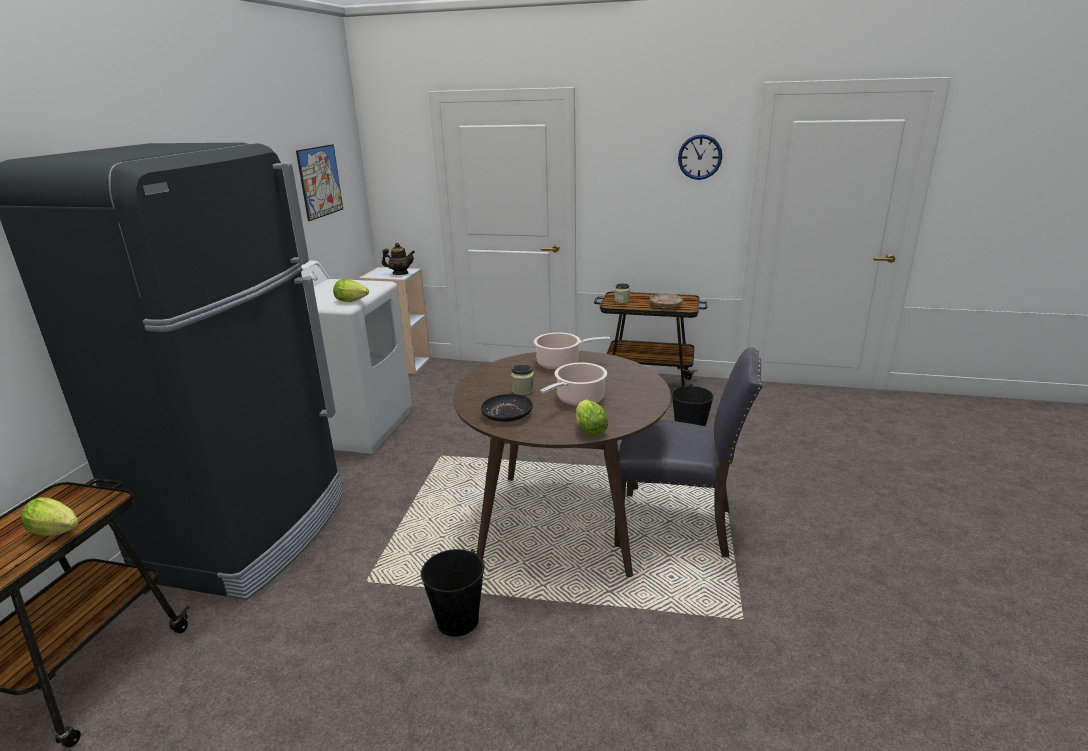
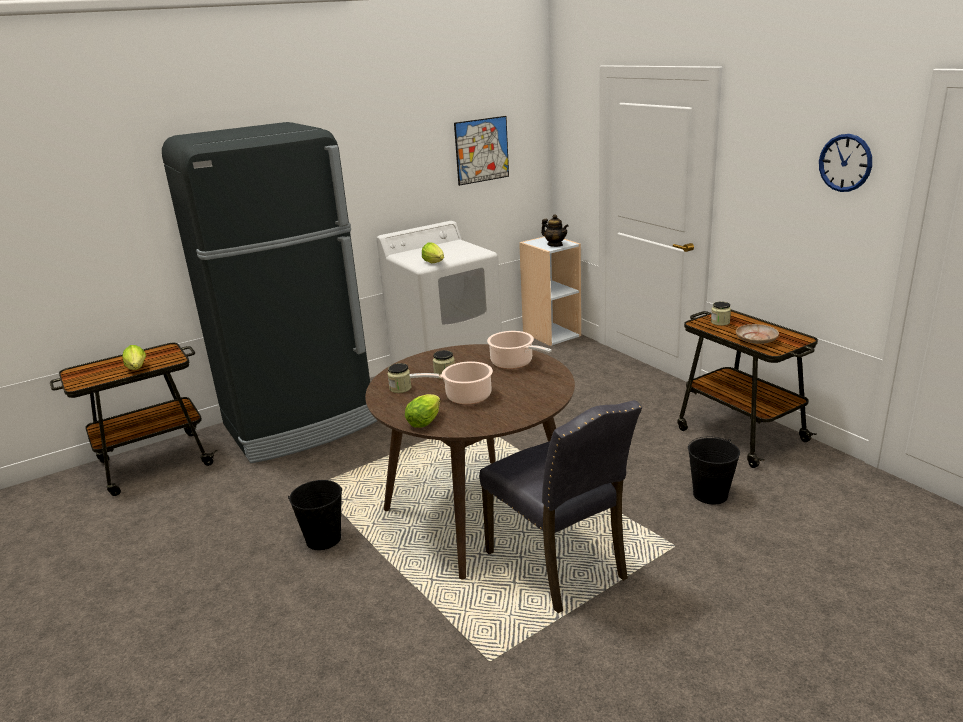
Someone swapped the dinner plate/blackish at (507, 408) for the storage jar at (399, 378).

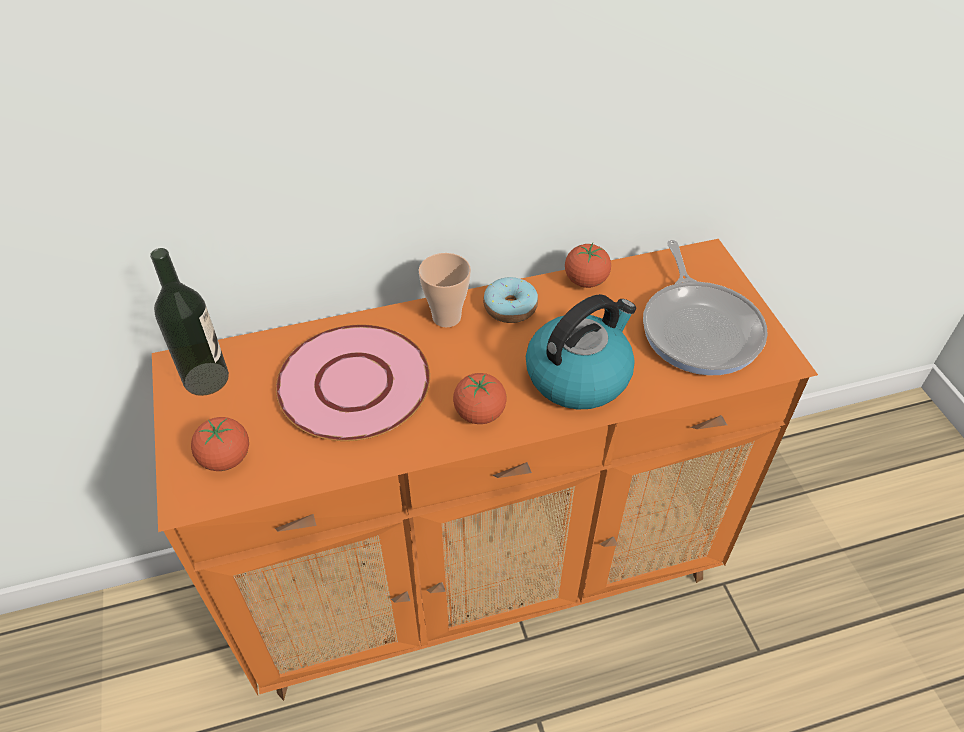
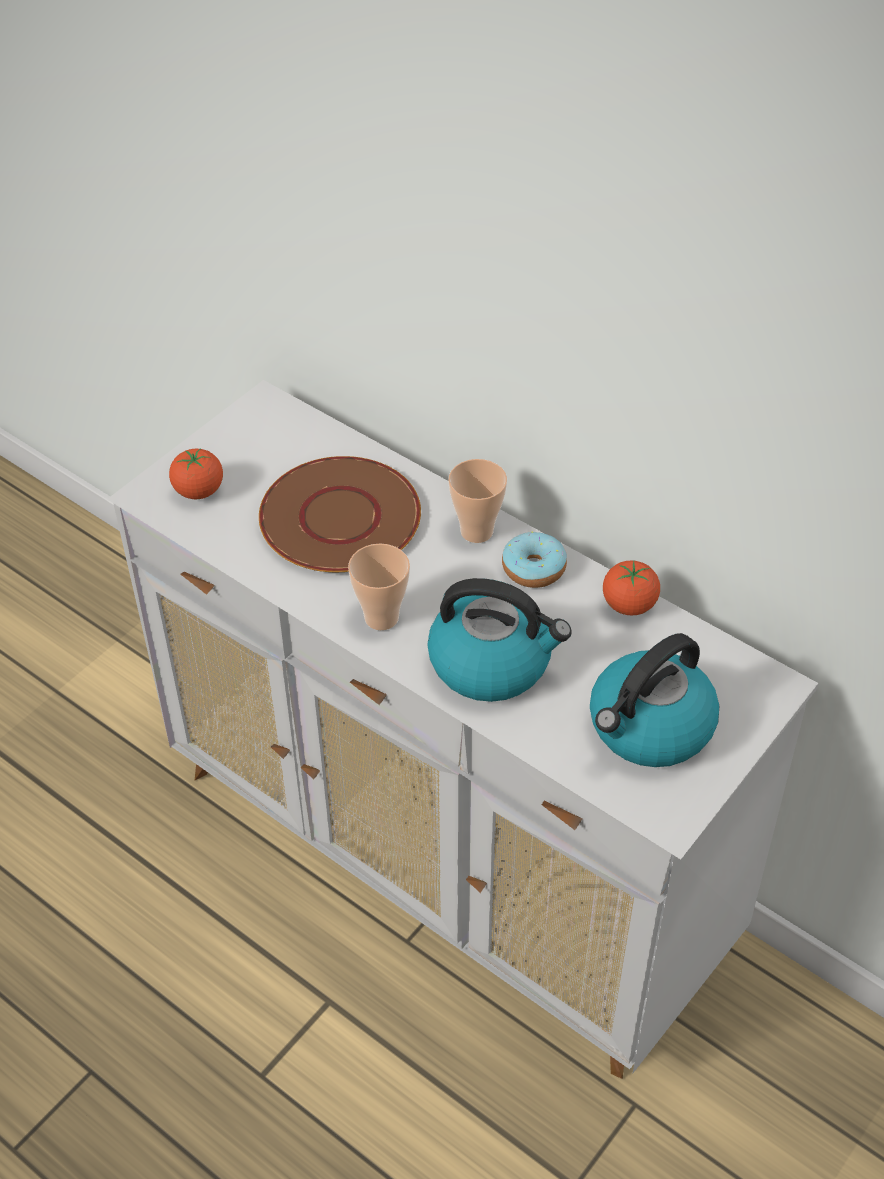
Someone repainted the cupboard/orangey at (485, 470), which became the cupboard/whitish at (462, 729).
Someone swapped the frying pan at (705, 307) for the kettle at (654, 700).
Someone took away the drink bottle at (189, 322).
Someone repainted the dinner plate/pink at (353, 383), which became the dinner plate/brownish at (340, 514).
Someone swapped the tomato at (480, 398) for the small cup at (379, 587).

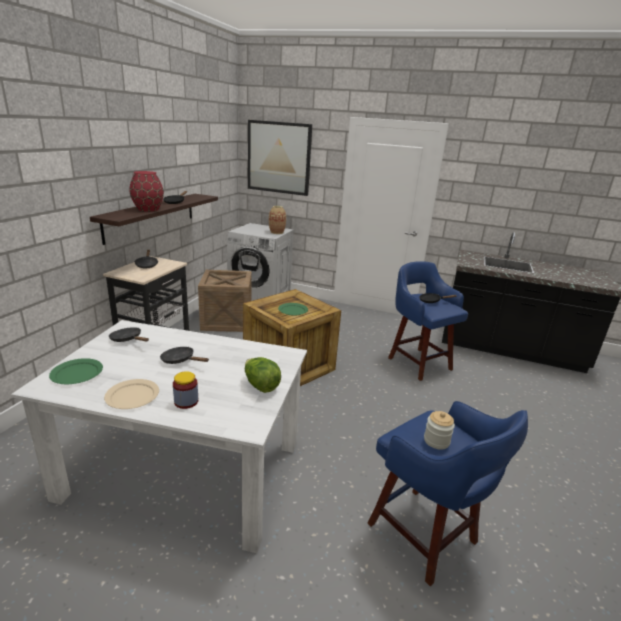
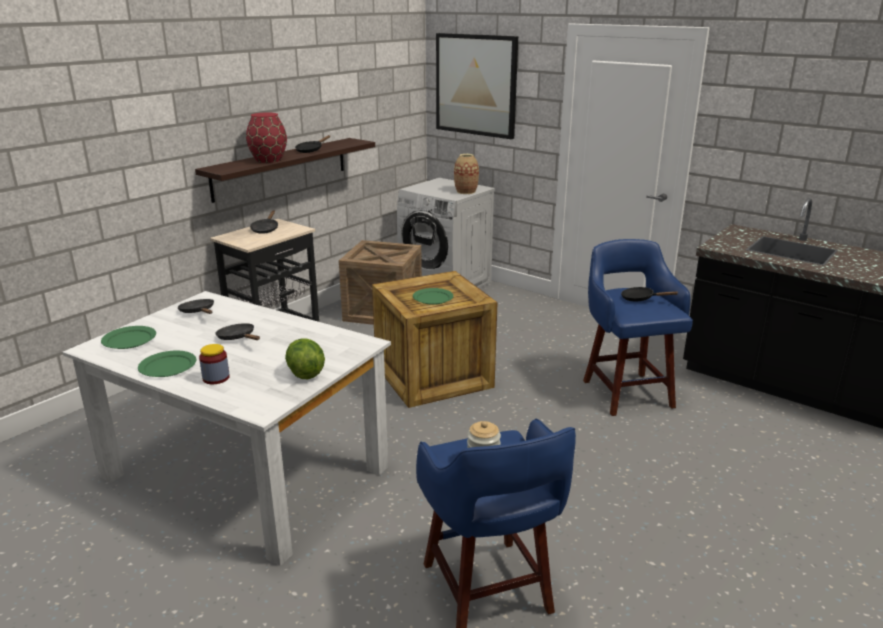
Someone repainted the dinner plate/beige at (131, 394), which became the dinner plate/green at (167, 364).

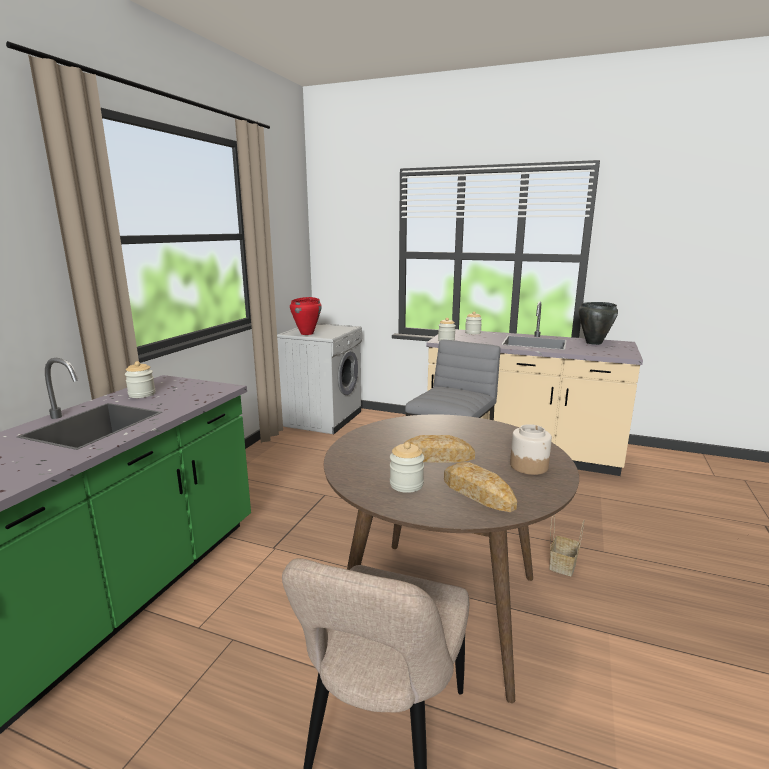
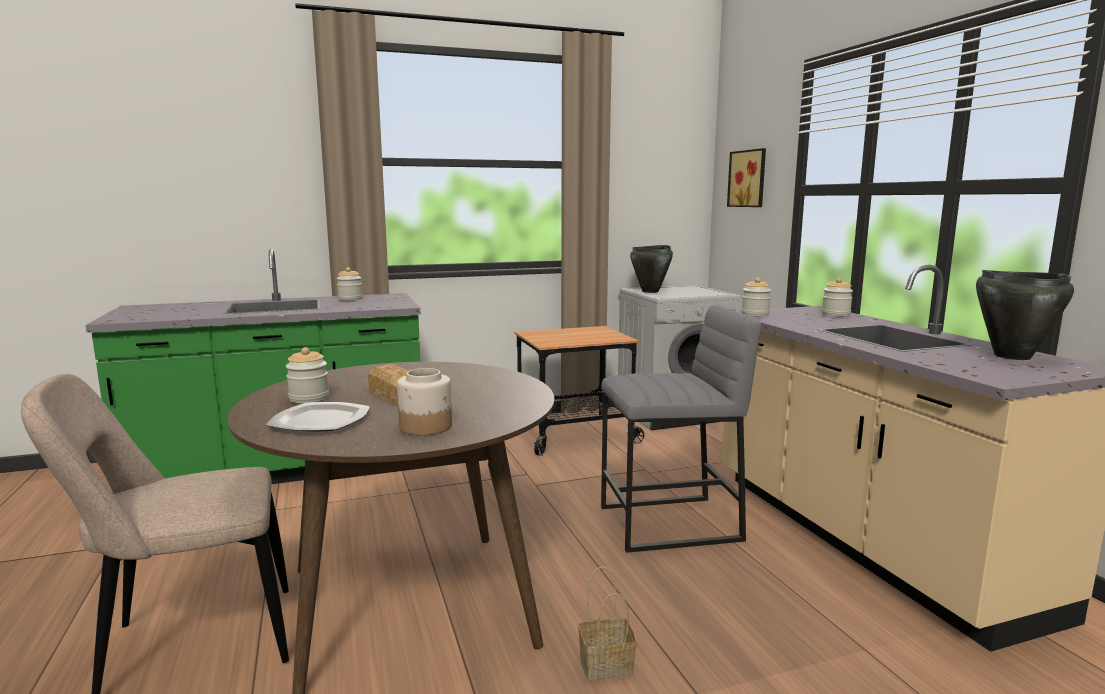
Someone repainted the stockpot/reddish at (306, 316), which became the stockpot/blackish at (651, 269).
Someone swapped the bakery bread at (480, 487) for the dinner plate at (318, 416).
Someone put up the wall picture at (746, 177).
Someone put down the trolley at (579, 391).

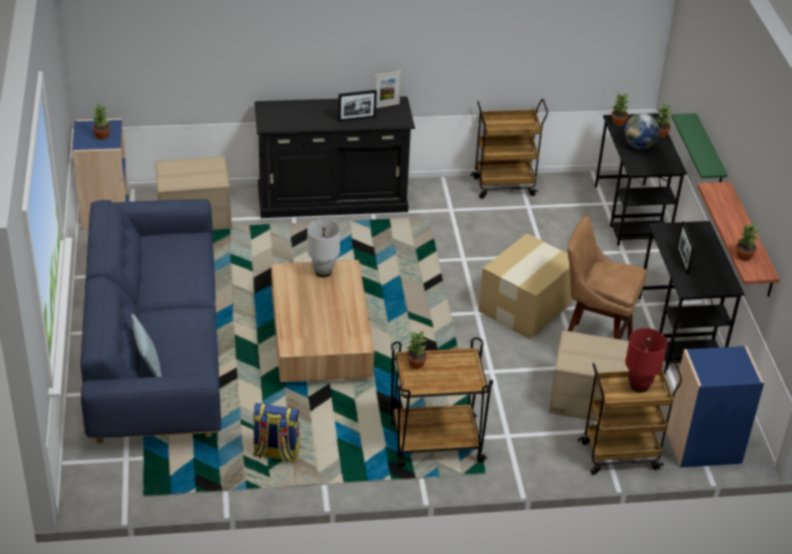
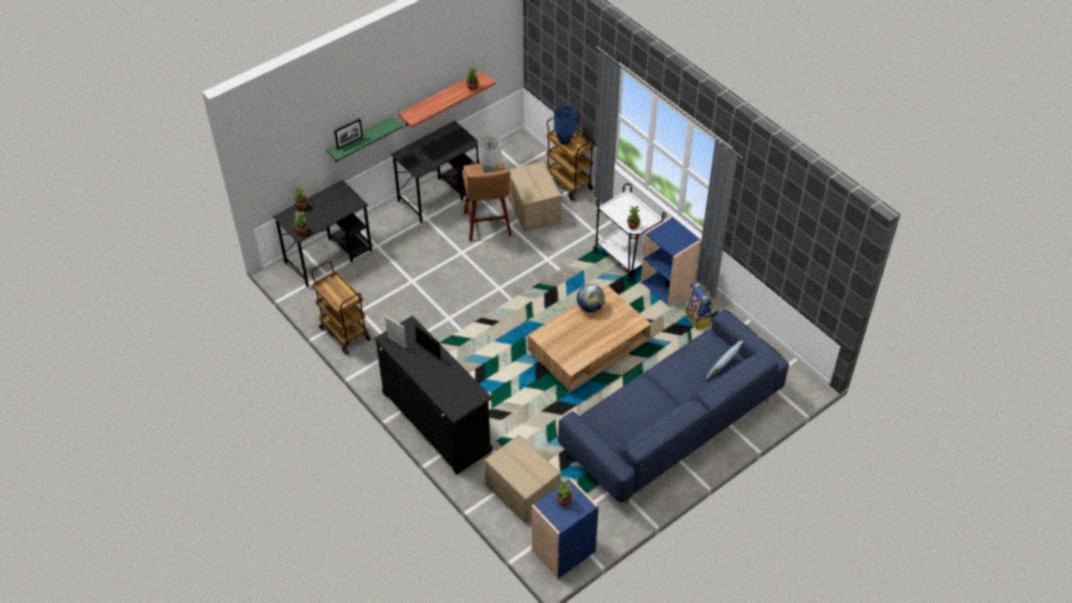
Someone carried the globe from (642, 131) to (591, 298).
Someone carried the lamp for a table/whitish from (323, 248) to (490, 154).
Someone carried the picture frame from (686, 247) to (348, 133).
Someone took away the carton at (526, 286).
Someone repainted the lamp for a table/reddish at (646, 360), which became the lamp for a table/blue-coloured at (565, 125).
Someone repainted the trolley/brownish at (441, 402), which became the trolley/whitish at (629, 232).
Someone carried the bookshelf/blue-coloured from (715, 407) to (671, 261).

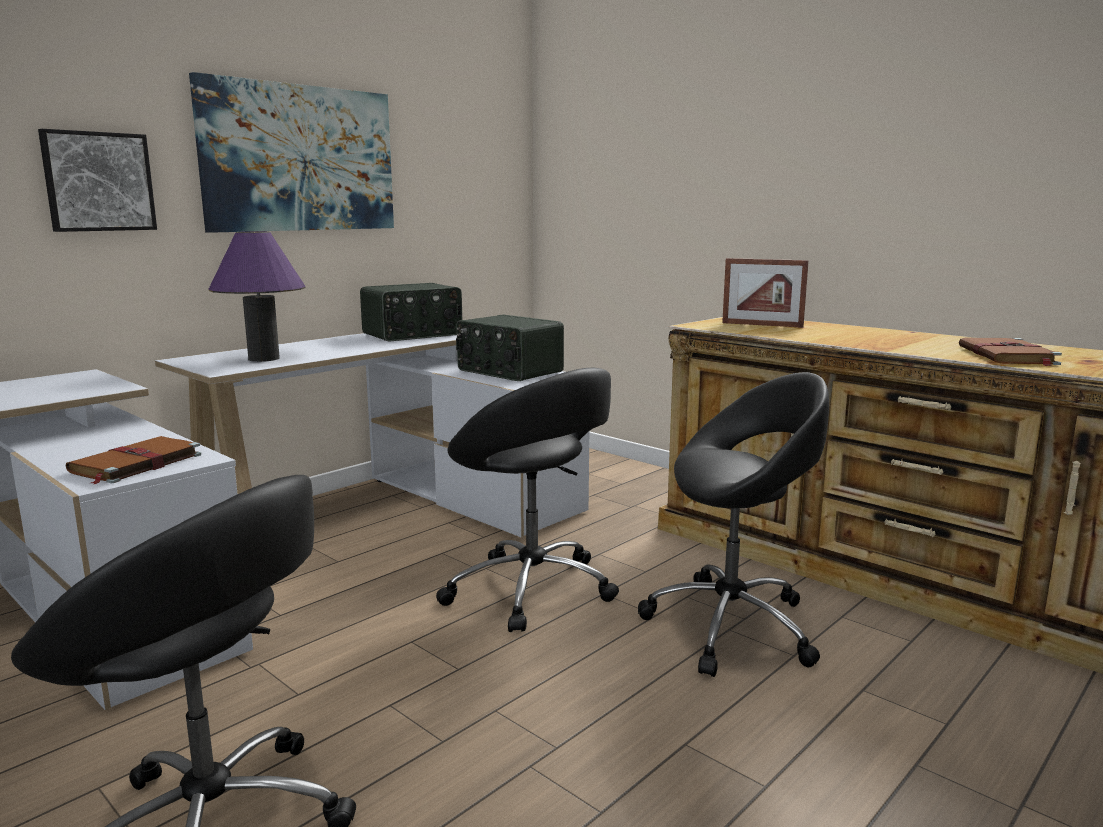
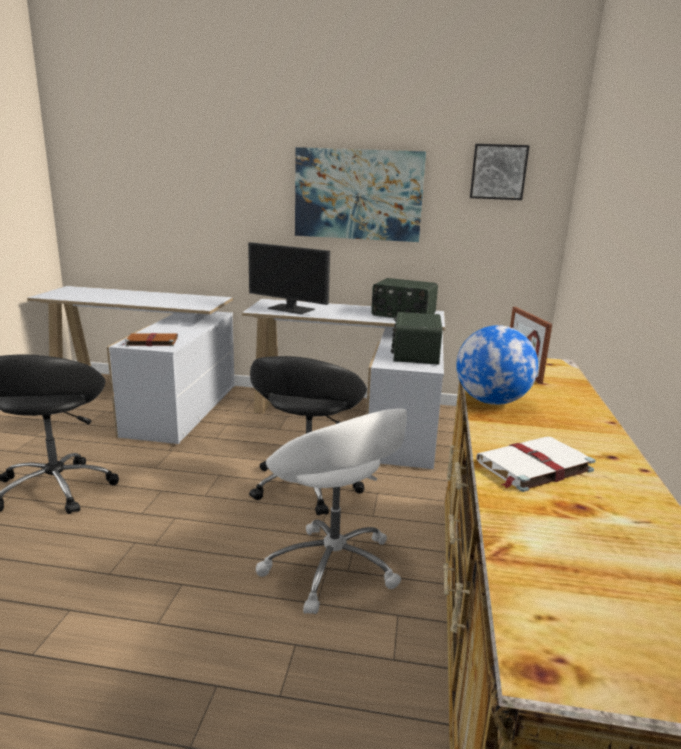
Someone carried the wall picture from (97, 180) to (500, 172).
Someone swapped the lamp for a table/purple-coloured at (256, 296) for the monitor at (289, 278).
Someone repainted the book/brownish at (1010, 351), which became the book/whitish at (536, 464).
Someone repainted the computer chair/blackish at (733, 524), which became the computer chair/whitish at (331, 511).
Someone put down the globe at (497, 365).

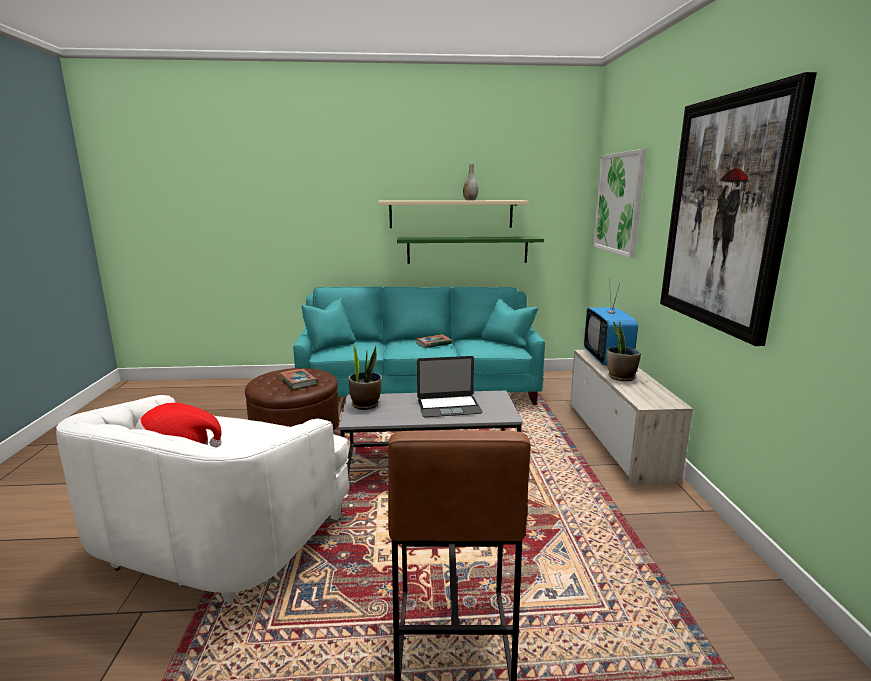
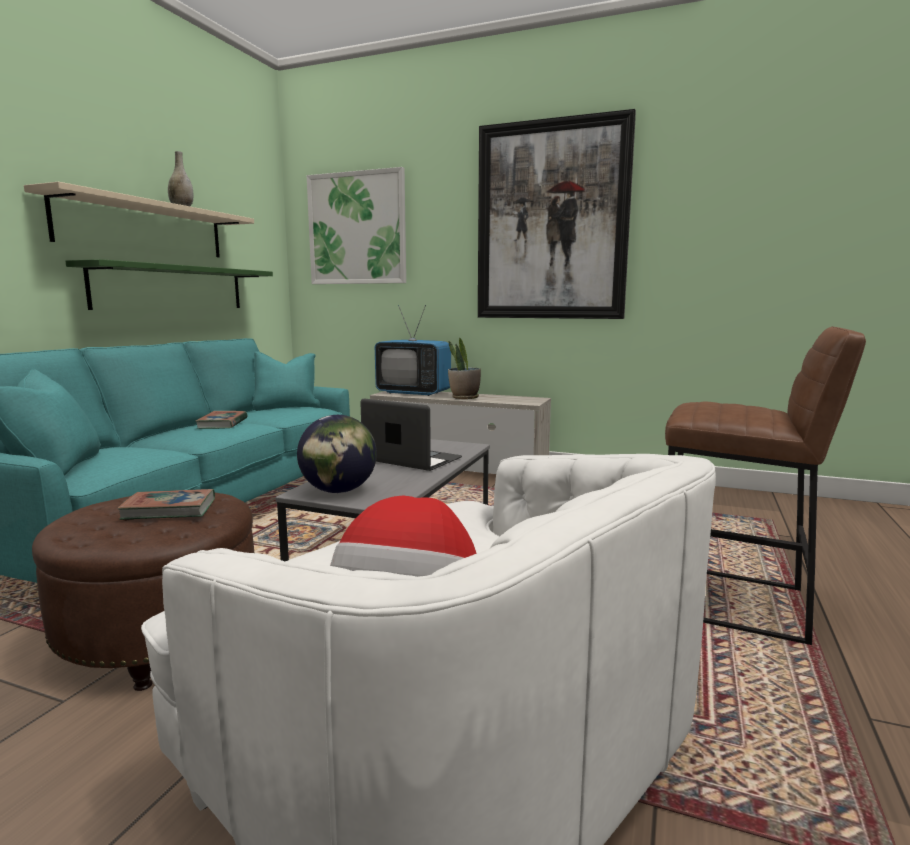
Someone swapped the potted plant at (365, 377) for the globe at (337, 454).
Someone rotated the portable computer at (450, 386) by 75 degrees counterclockwise.

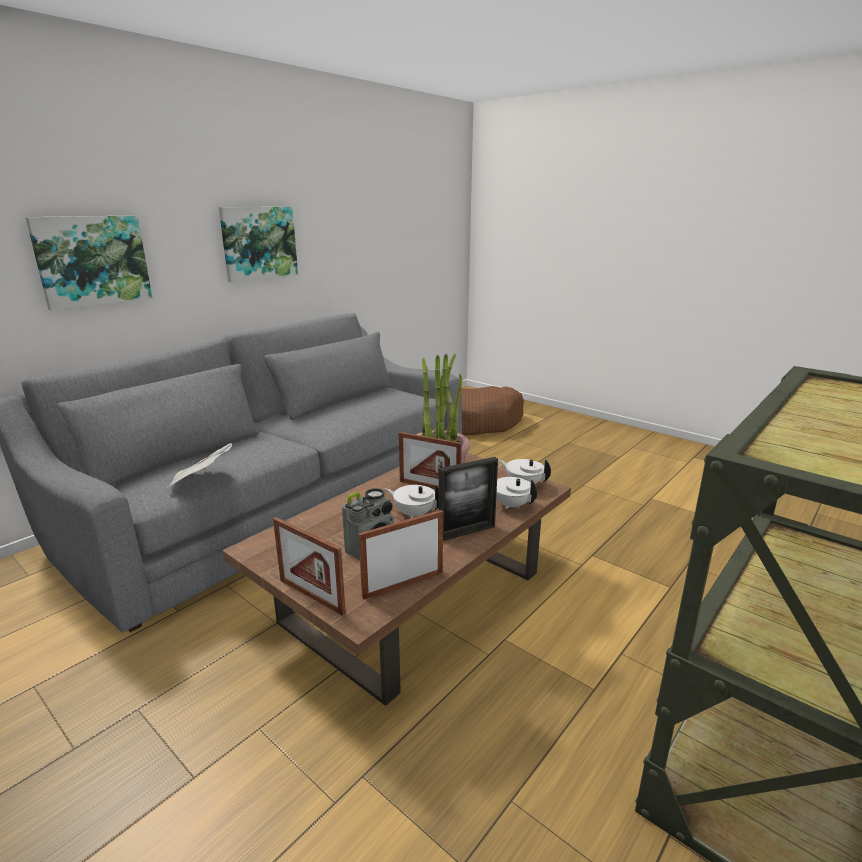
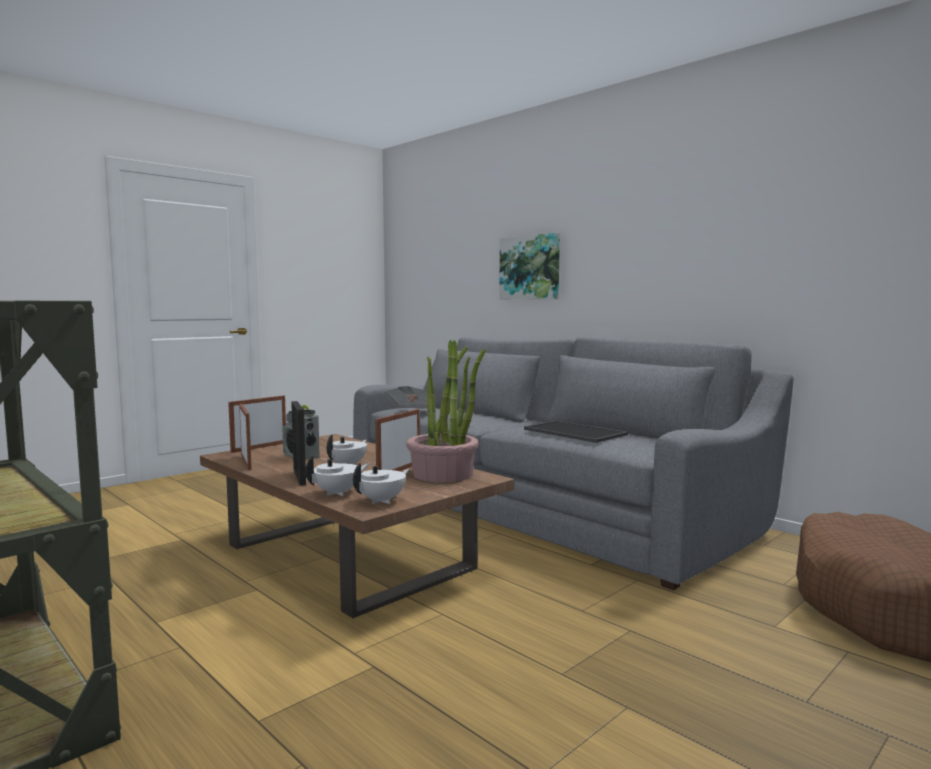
Someone took away the wall picture at (258, 245).
Someone put down the tray at (576, 431).

